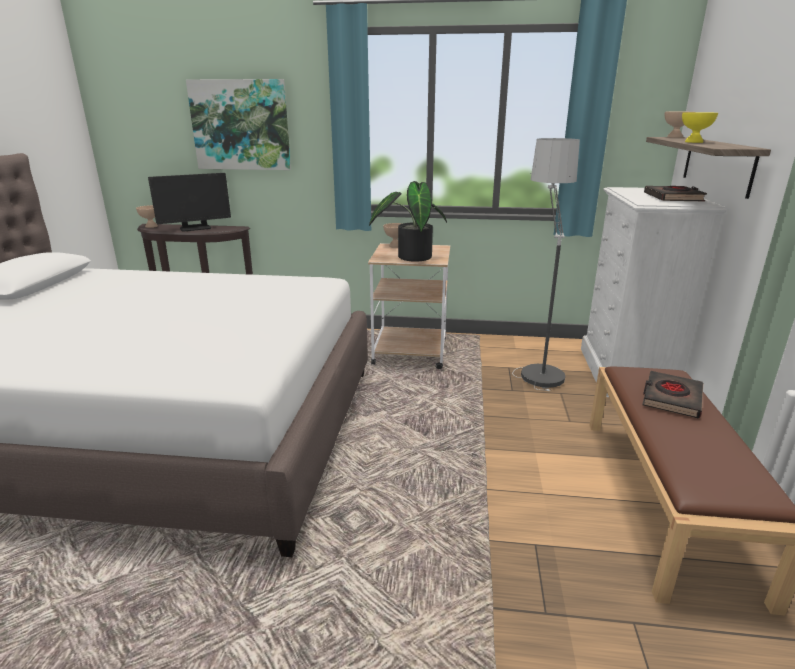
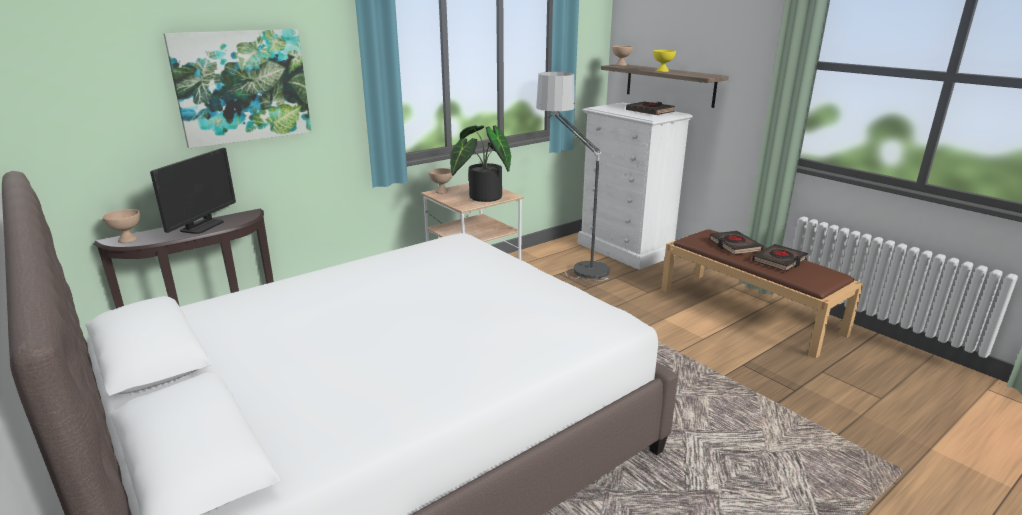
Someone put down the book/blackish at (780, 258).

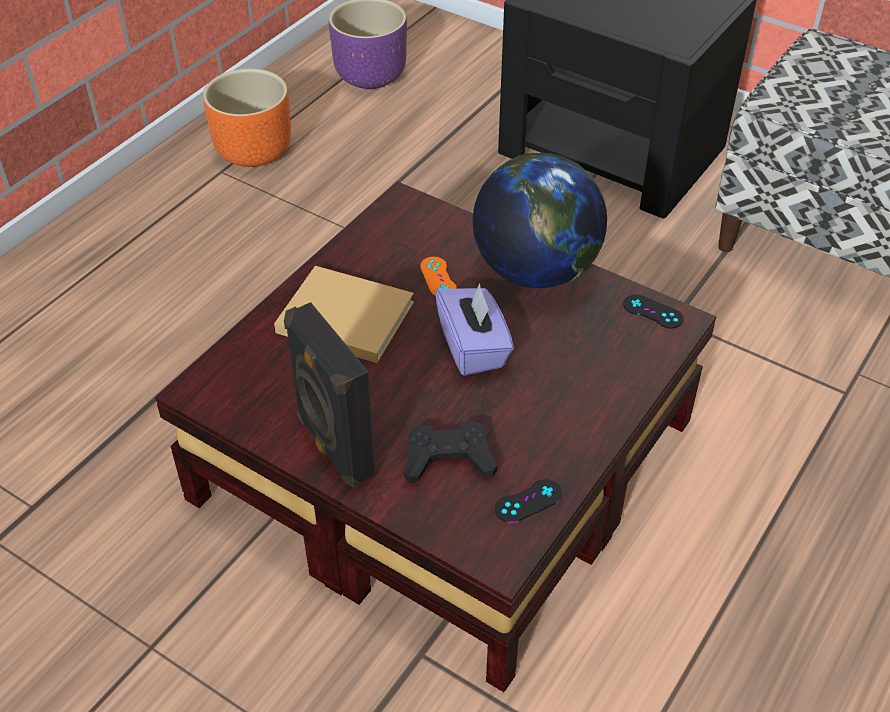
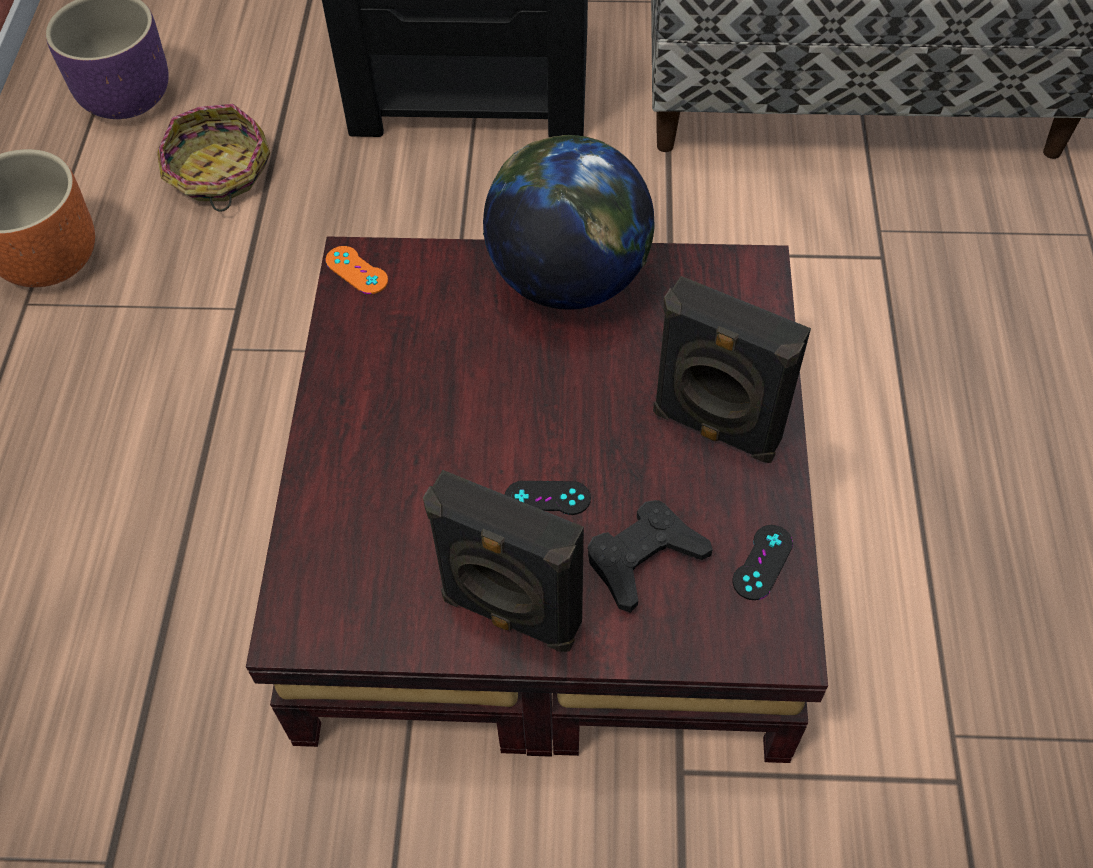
Someone carried the gamepad/orangey from (438, 277) to (357, 270).
Someone took away the book/beige at (344, 314).
Someone took away the tissue box/purple-coloured at (474, 329).
Someone carried the gamepad/blackish from (653, 311) to (548, 498).
Someone put down the basket at (213, 158).
Someone put down the speaker/blackish at (732, 369).

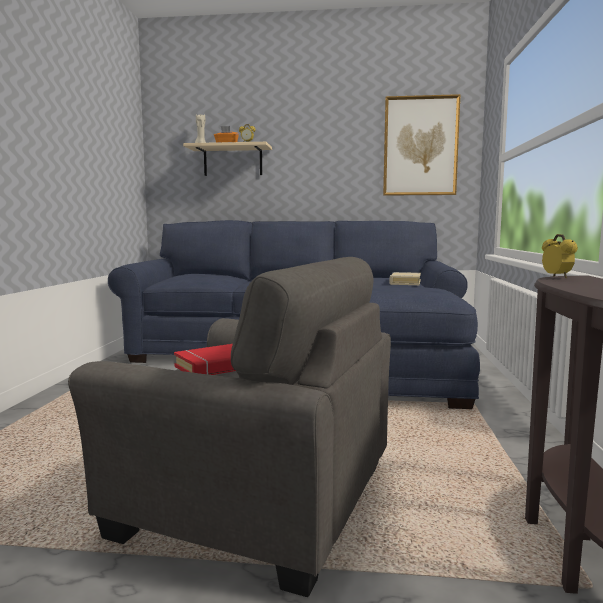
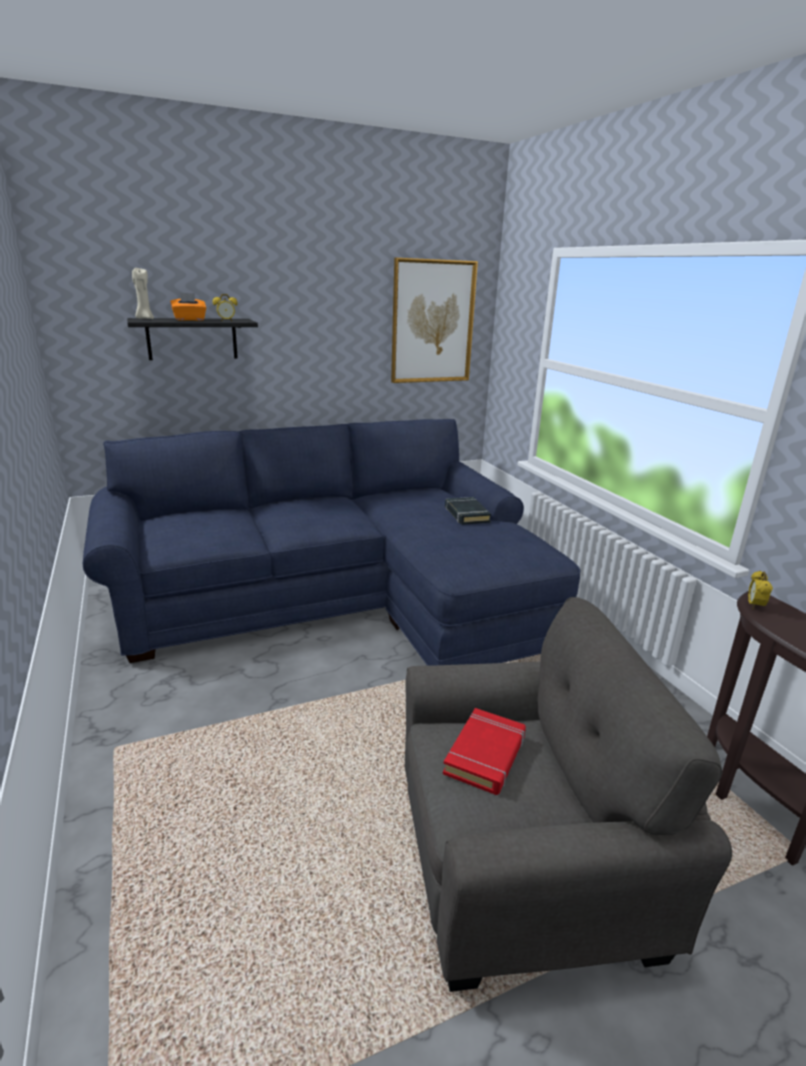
Someone repainted the wall shelf/beige at (227, 159), which became the wall shelf/blackish at (192, 339).
Someone rotated the alarm clock at (560, 256) by 120 degrees counterclockwise.
Someone repainted the book/beige at (405, 278), which became the book/blackish at (468, 511).

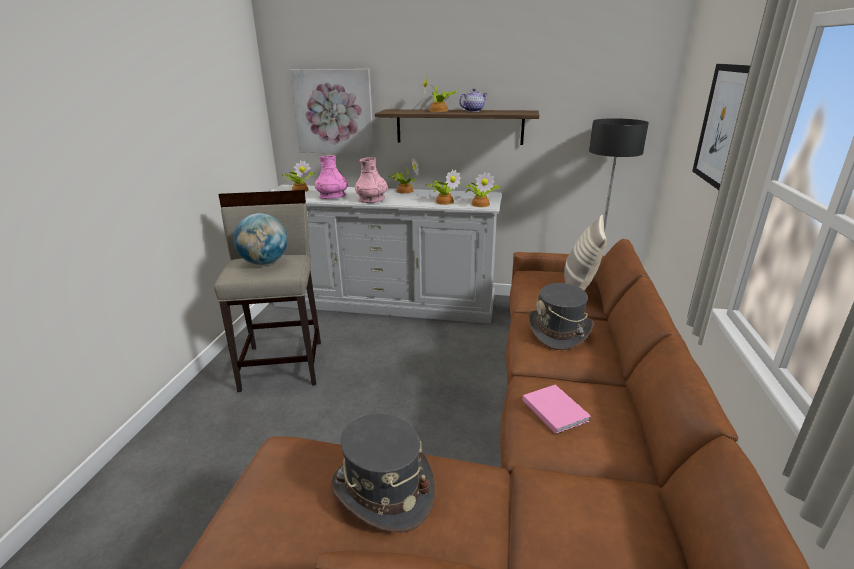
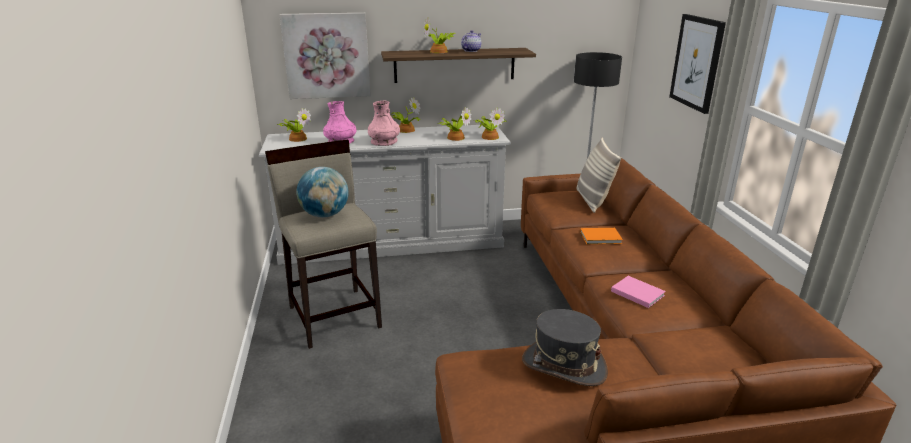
Someone swapped the wearable hat/greyish at (561, 316) for the book/orangey at (601, 236).

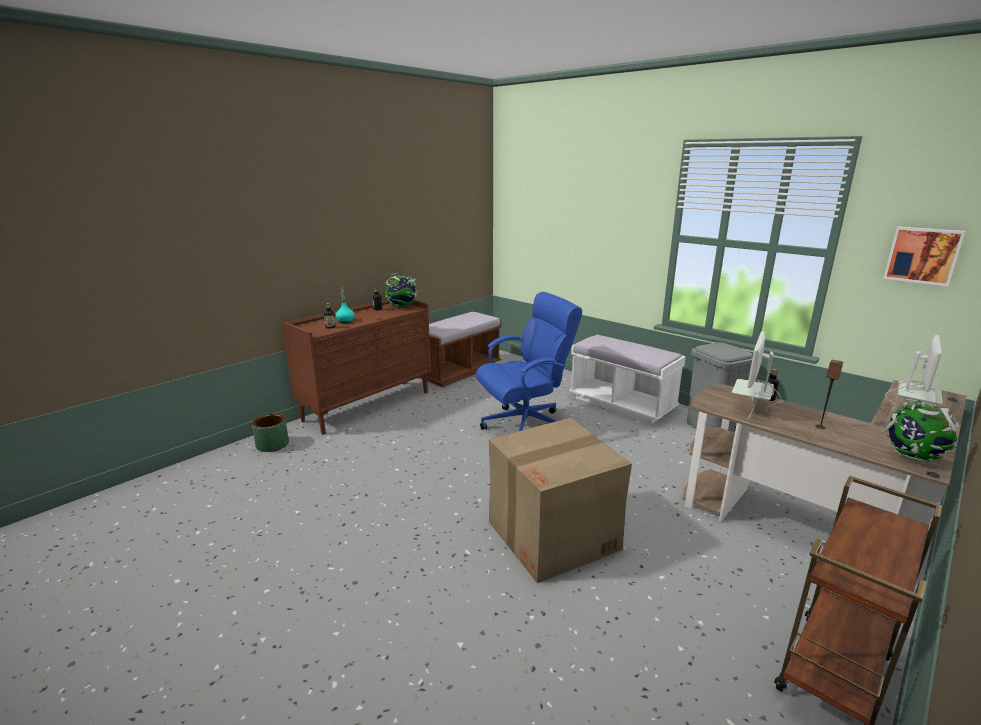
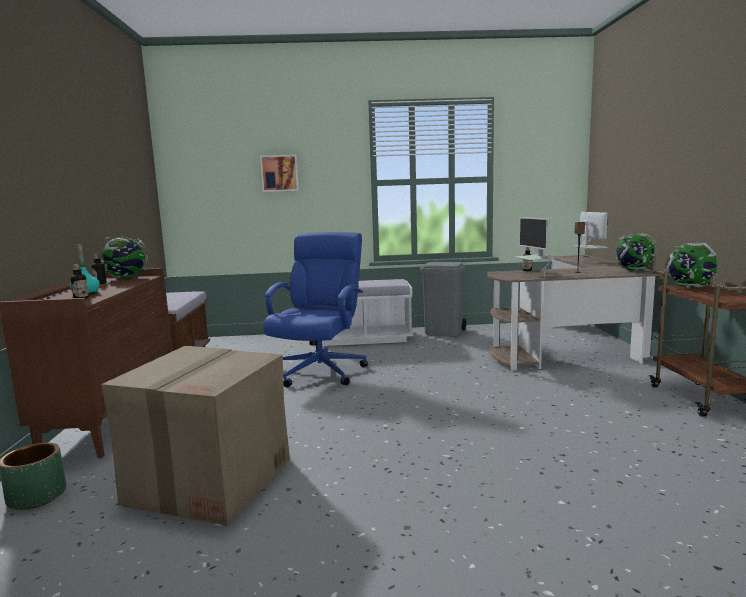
Someone carried the wall picture from (924, 256) to (279, 173).
Someone carried the carton from (560, 500) to (195, 436).
Someone put down the globe at (692, 265).

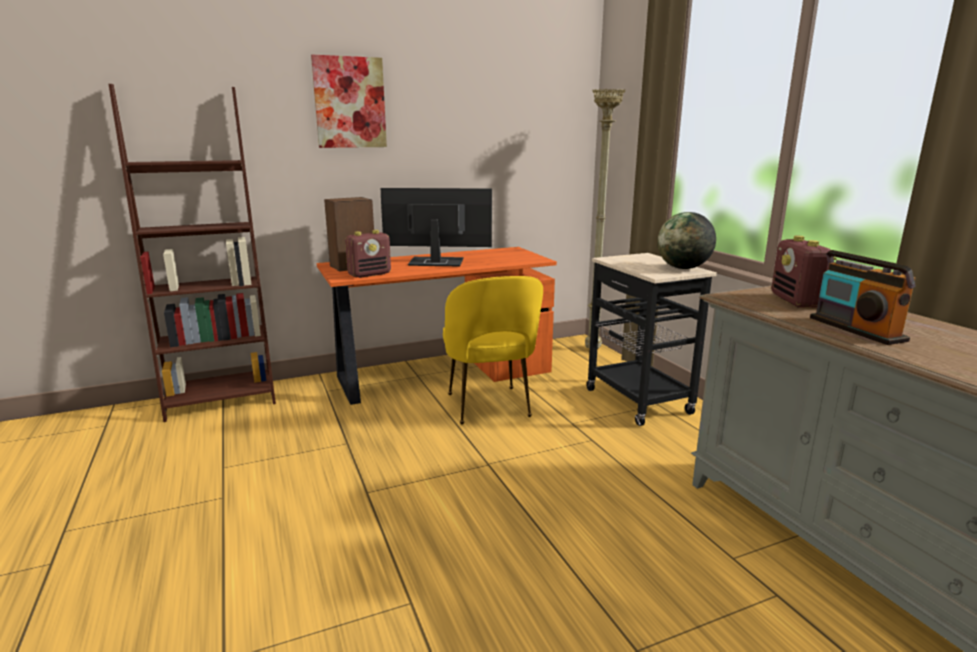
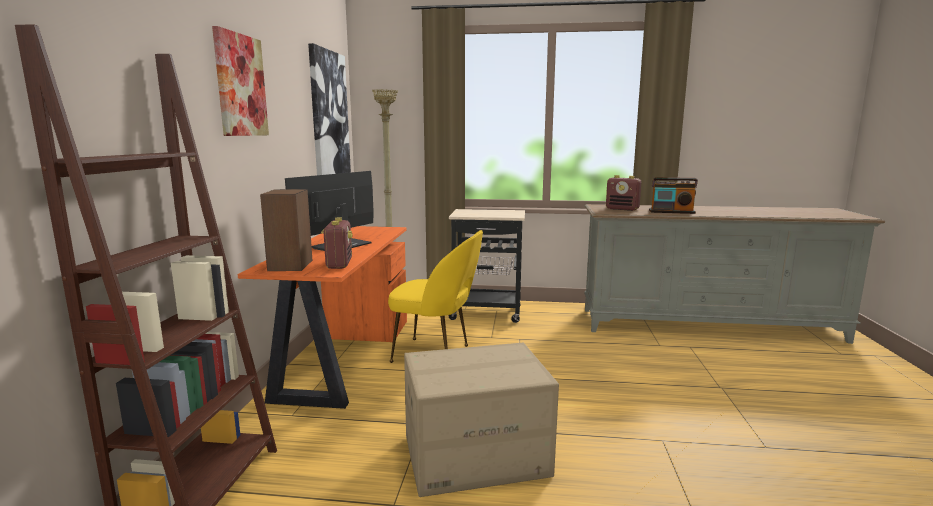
Someone took away the globe at (686, 240).
Someone put up the wall picture at (329, 109).
Someone put down the carton at (481, 420).

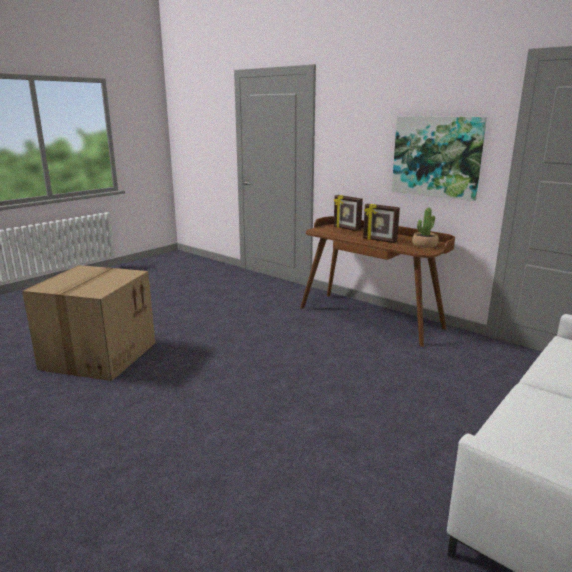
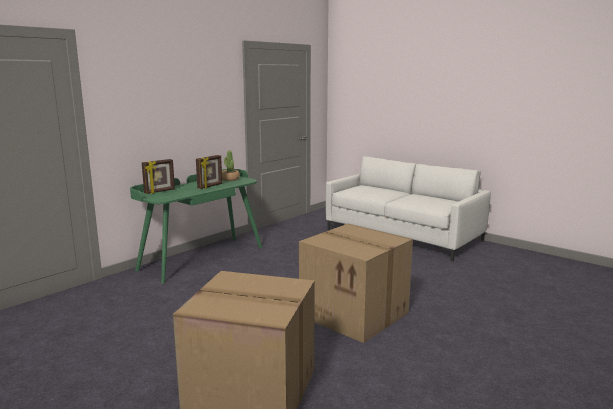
Someone took away the wall picture at (439, 158).
Someone repainted the desk unit/brownish at (377, 281), which became the desk unit/green at (196, 226).
Someone put down the carton at (356, 283).

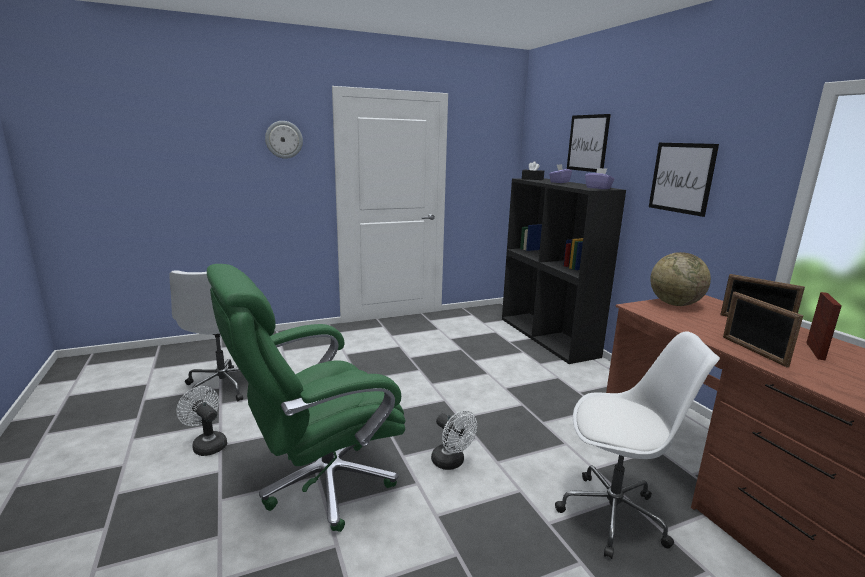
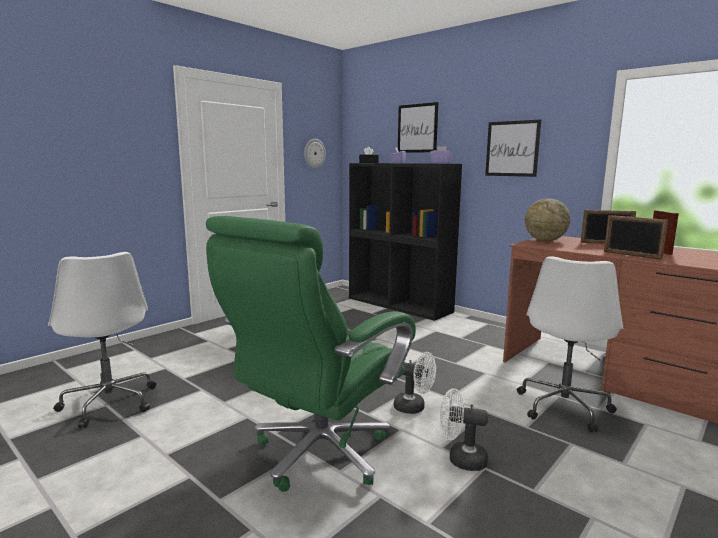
Someone carried the clock on the wall from (284, 140) to (315, 153).
Someone rotated the computer chair/whitish at (637, 445) by 135 degrees clockwise.
Someone carried the cooling fan/whitish from (201, 421) to (464, 429).

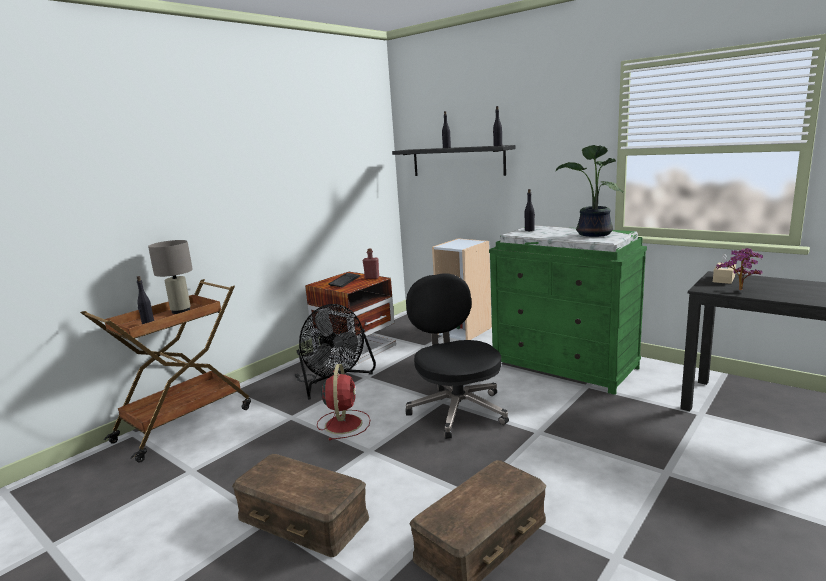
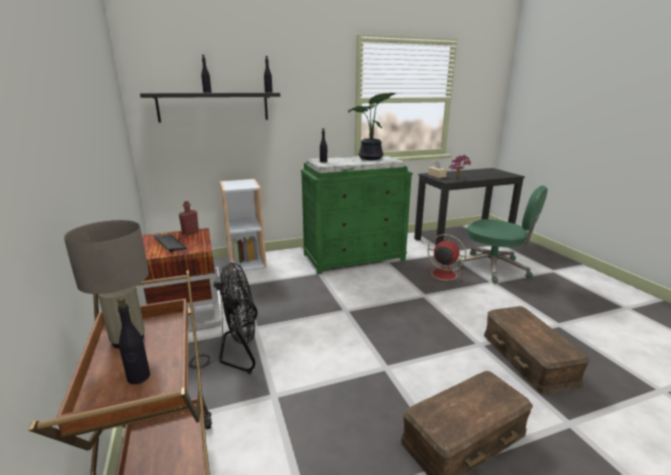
Someone took away the computer chair/blackish at (457, 356).
Someone carried the cooling fan/reddish from (343, 402) to (445, 258).
Someone put down the computer chair/green at (502, 234).

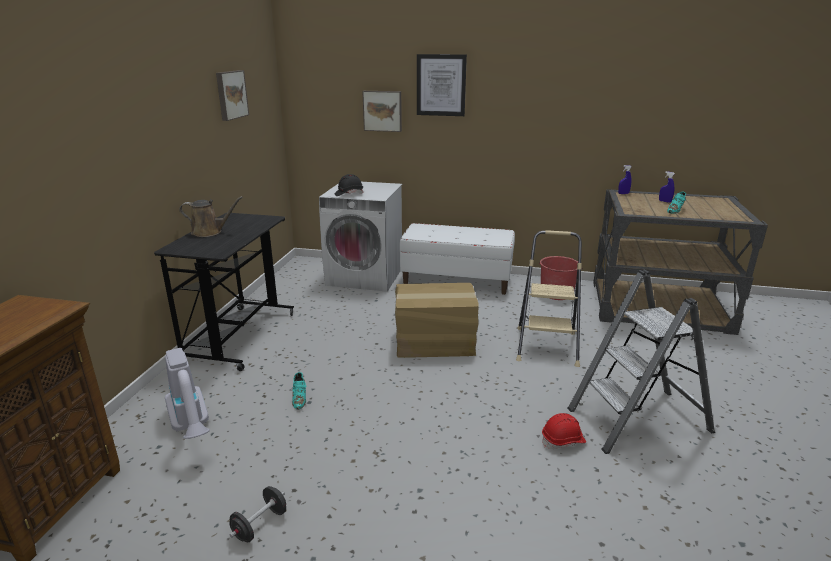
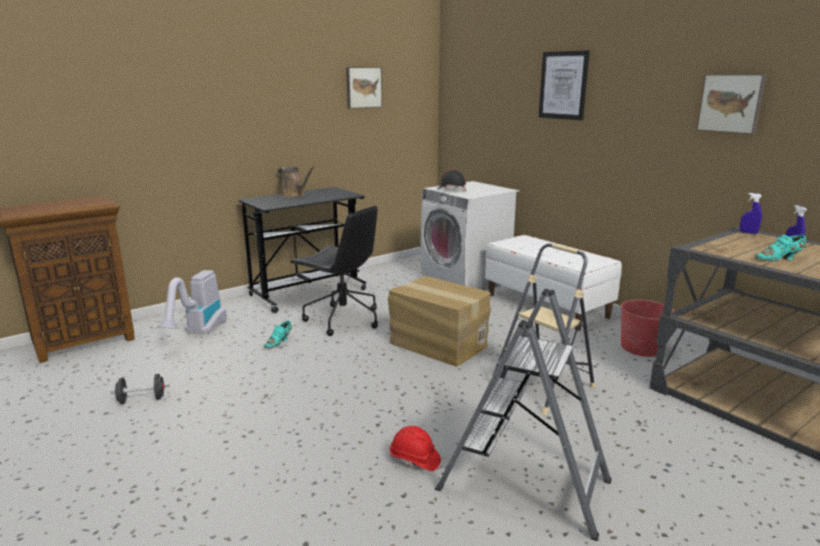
Someone carried the wall picture from (382, 111) to (732, 104).
Someone put down the computer chair/blackish at (333, 271).

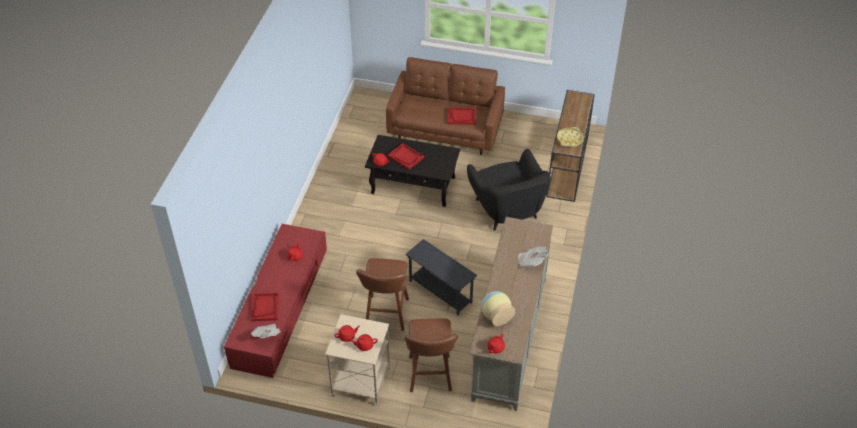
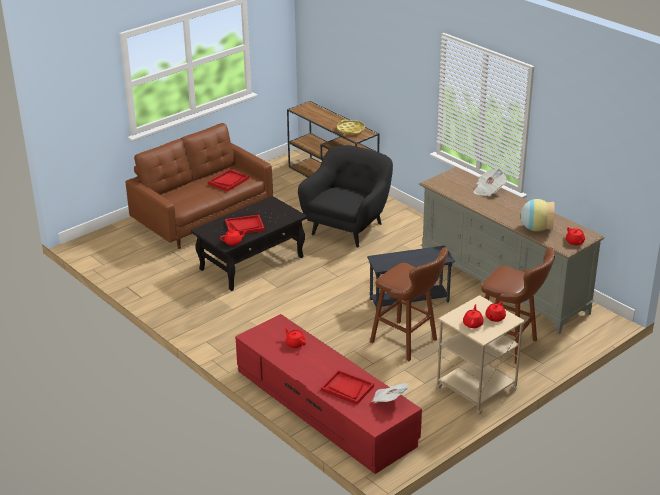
Someone rotated the easy chair/blackish at (509, 190) by 75 degrees counterclockwise.

